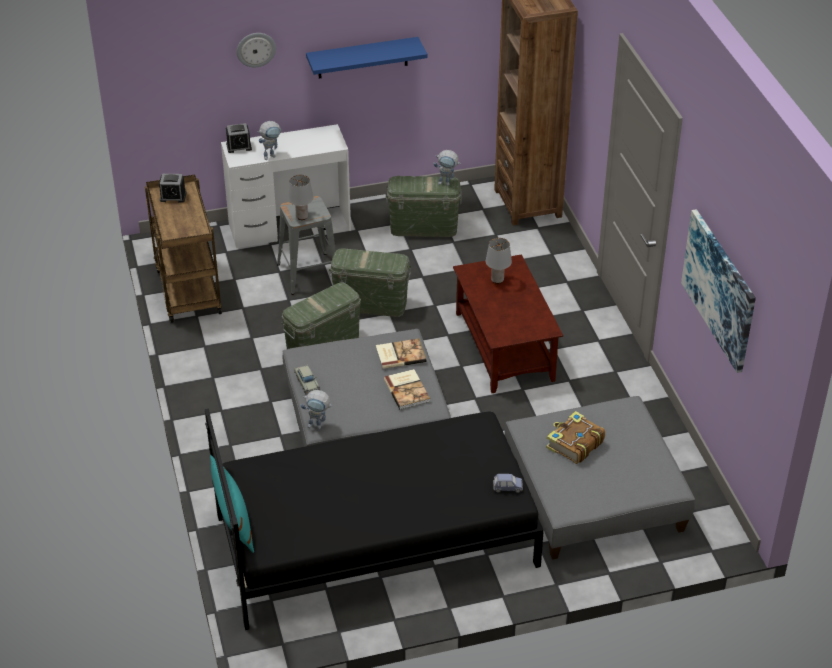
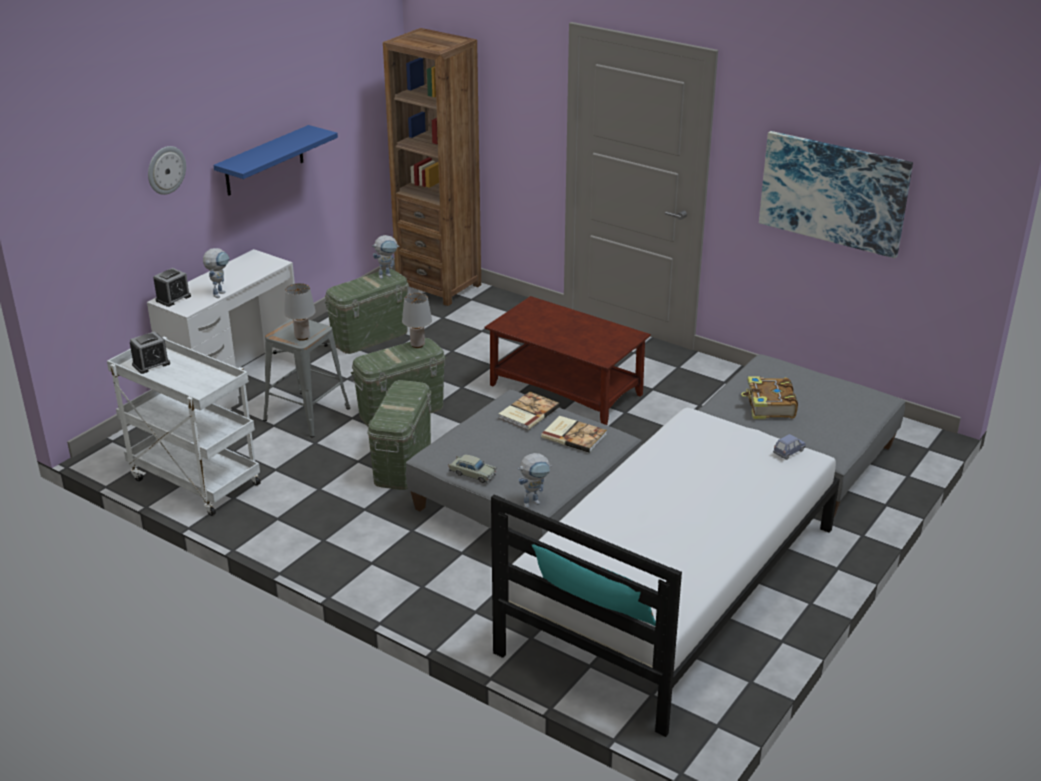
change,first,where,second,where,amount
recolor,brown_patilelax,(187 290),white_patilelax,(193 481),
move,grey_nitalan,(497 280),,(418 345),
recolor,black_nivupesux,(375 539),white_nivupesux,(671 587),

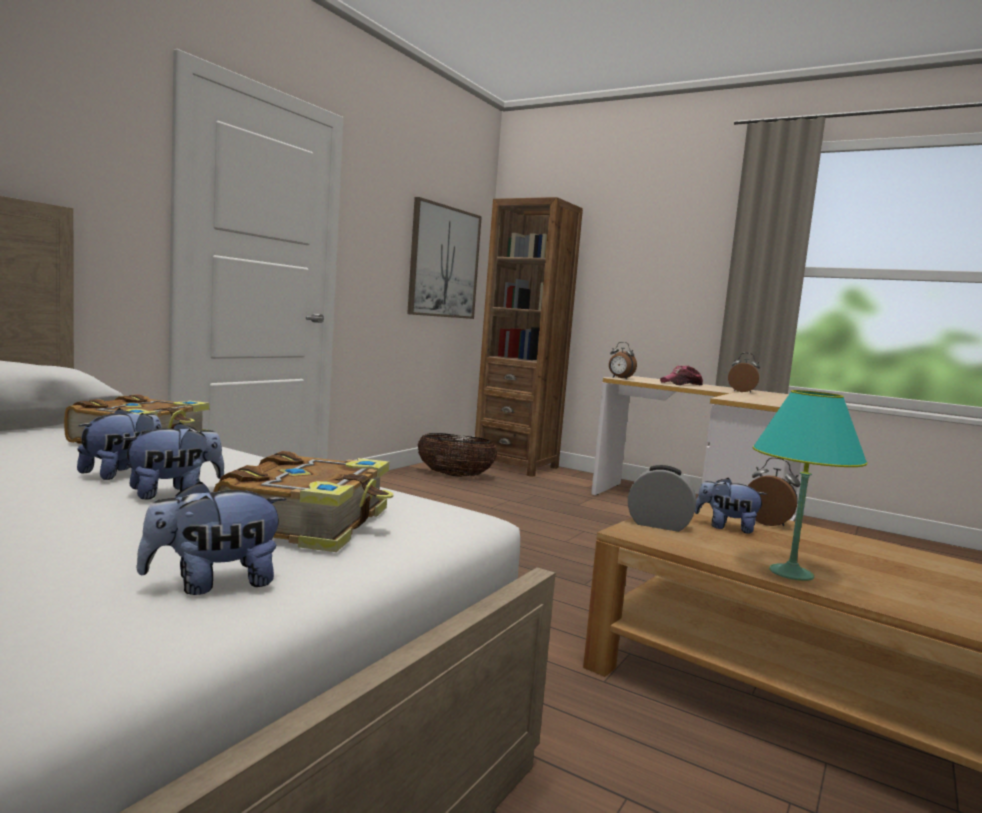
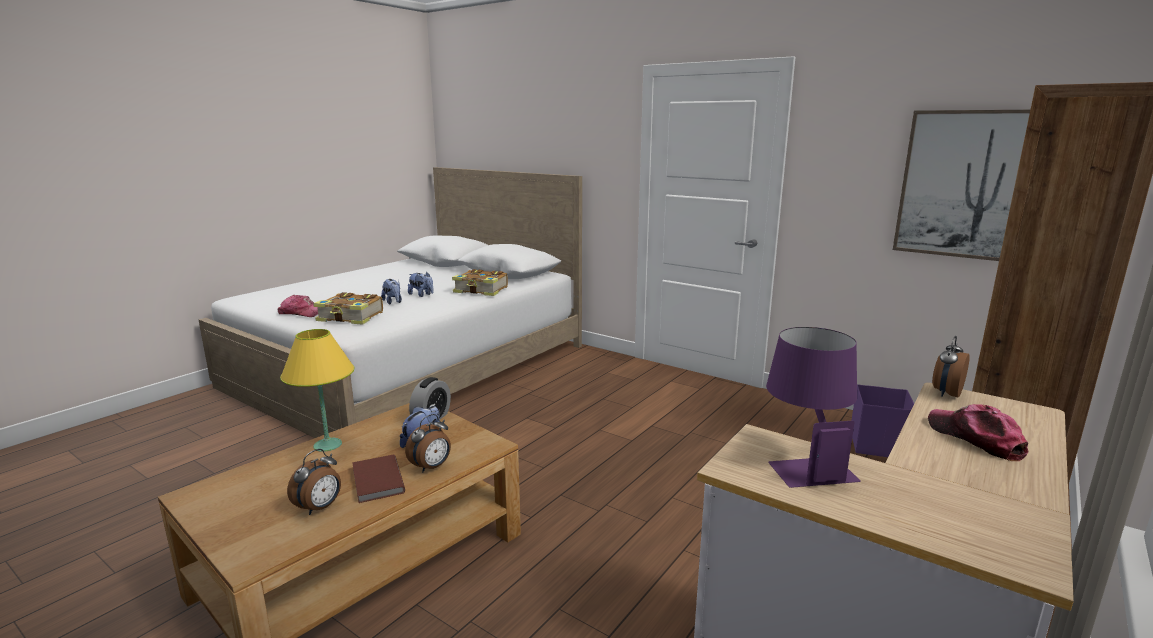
change,first,where,second,where,amount
replace,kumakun,(213 584),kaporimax,(302 313),
recolor,turquoise_nitalan,(791 573),yellow_nitalan,(328 445),
move,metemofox,(742 391),,(320 508),
insert,,,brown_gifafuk,(376 481),
insert,,,purple_nitalan,(804 463),
replace,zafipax,(454 475),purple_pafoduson,(878 444),

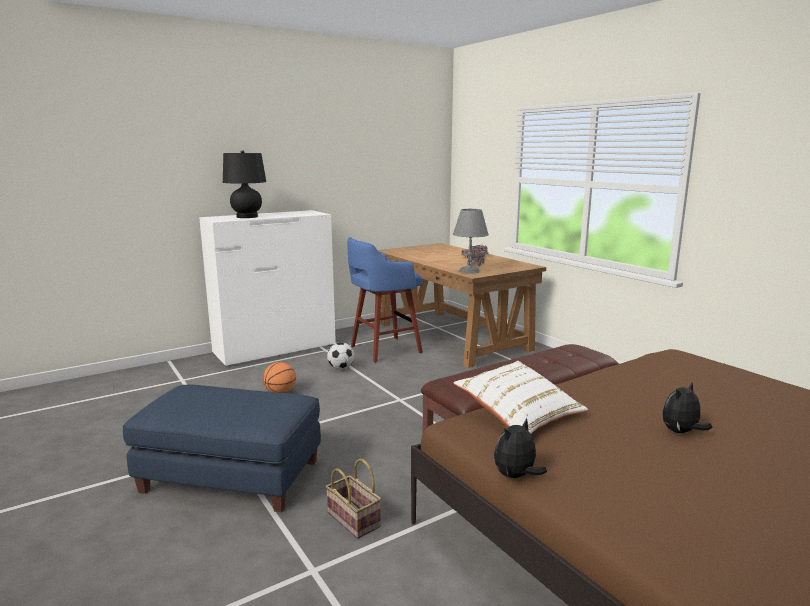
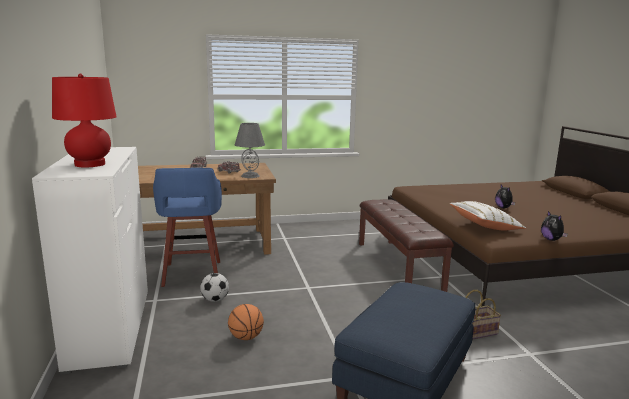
change,first,where,second,where,amount
recolor,black_nitalan,(247 217),red_nitalan,(90 164),

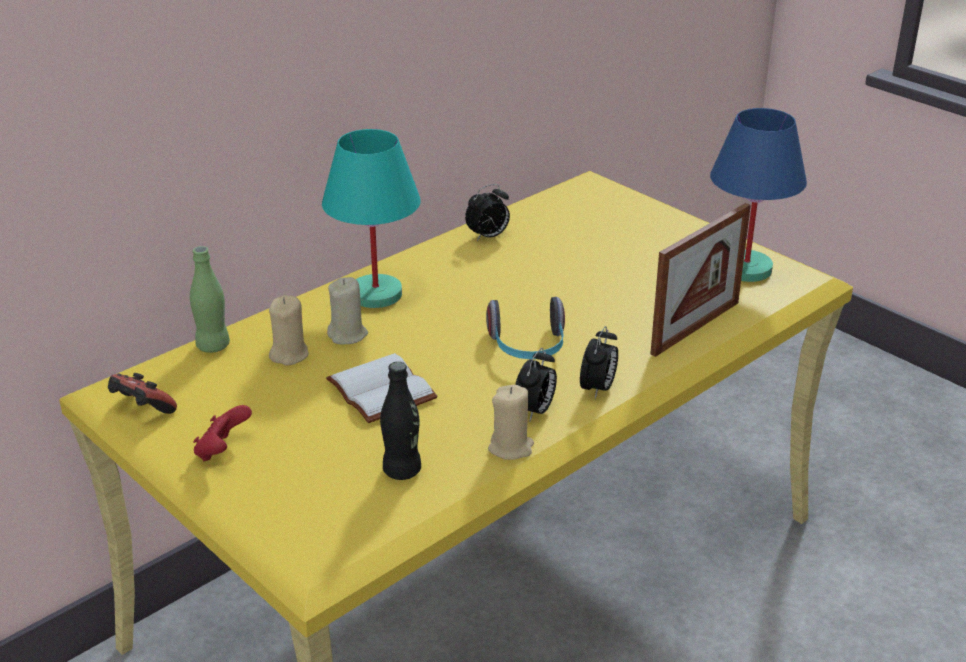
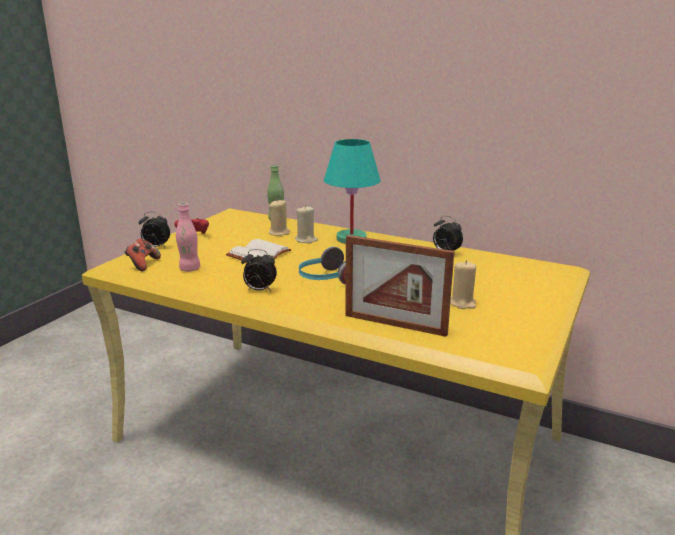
change,first,where,second,where,amount
move,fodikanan,(142 410),,(143 264),
move,metemofox,(598 389),,(156 247),
recolor,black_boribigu,(402 471),pink_boribigu,(190 269),
move,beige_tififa,(511 448),,(462 303),
delete,blue_nitalan,(747 269),,,

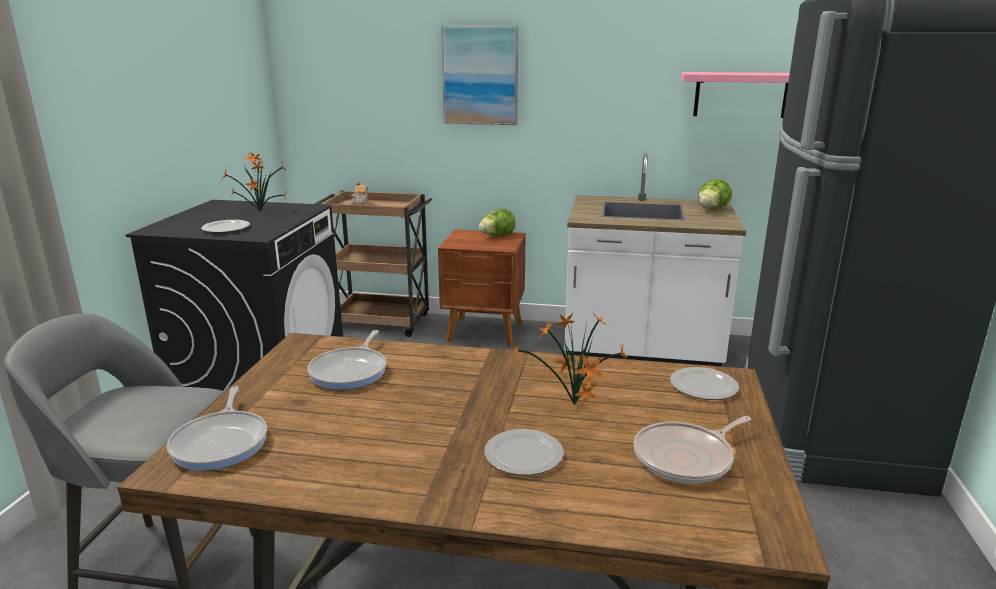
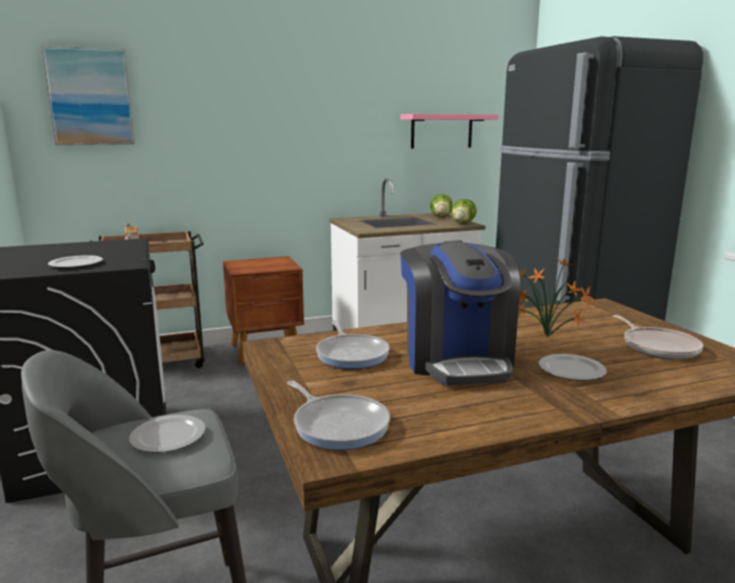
change,first,where,second,where,amount
move,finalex,(480 75),,(90 97),
move,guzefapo,(704 386),,(169 436),
insert,,,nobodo,(457 360),
move,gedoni,(497 236),,(462 224),
rotate,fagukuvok,(687 458),,(658 347),45 degrees counterclockwise
delete,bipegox,(258 211),,,

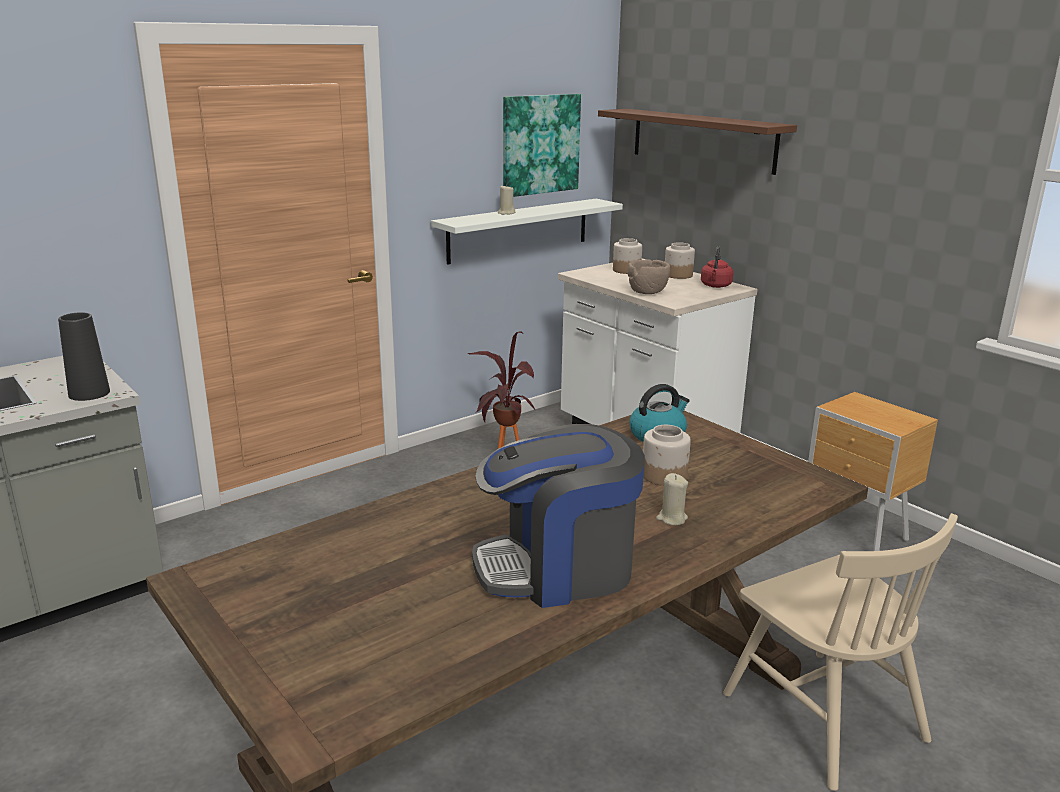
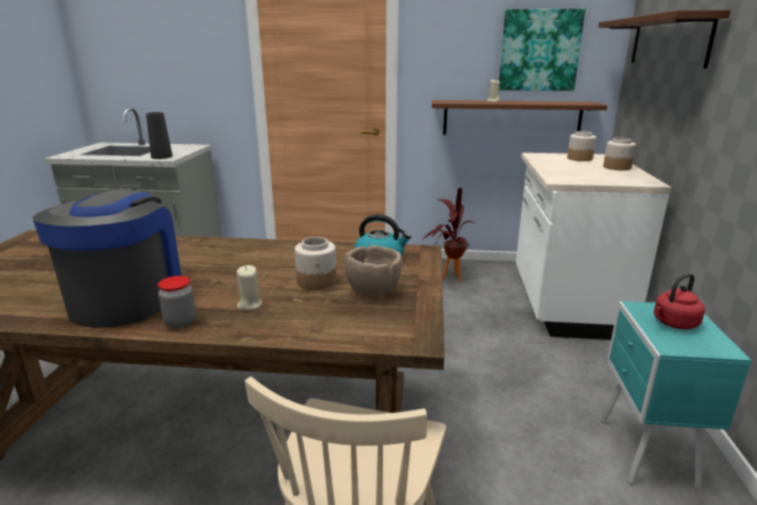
change,first,where,second,where,amount
rotate,nobodo,(558 568),,(127 298),60 degrees clockwise
insert,,,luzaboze,(180 322),
move,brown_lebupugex,(647 291),,(374 290),
recolor,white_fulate,(519 230),brown_fulate,(511 118),
recolor,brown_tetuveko,(856 535),turquoise_tetuveko,(645 454),
move,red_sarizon,(715 286),,(673 323),

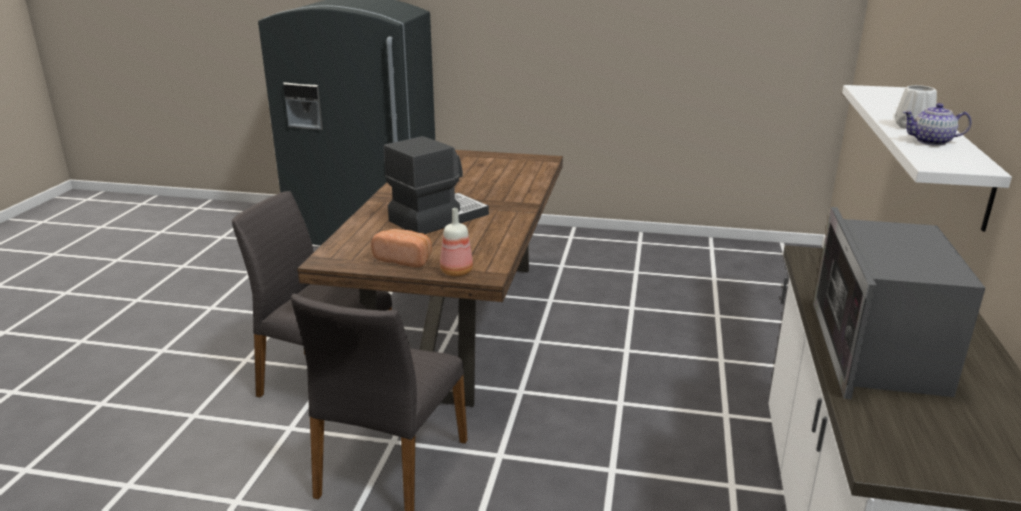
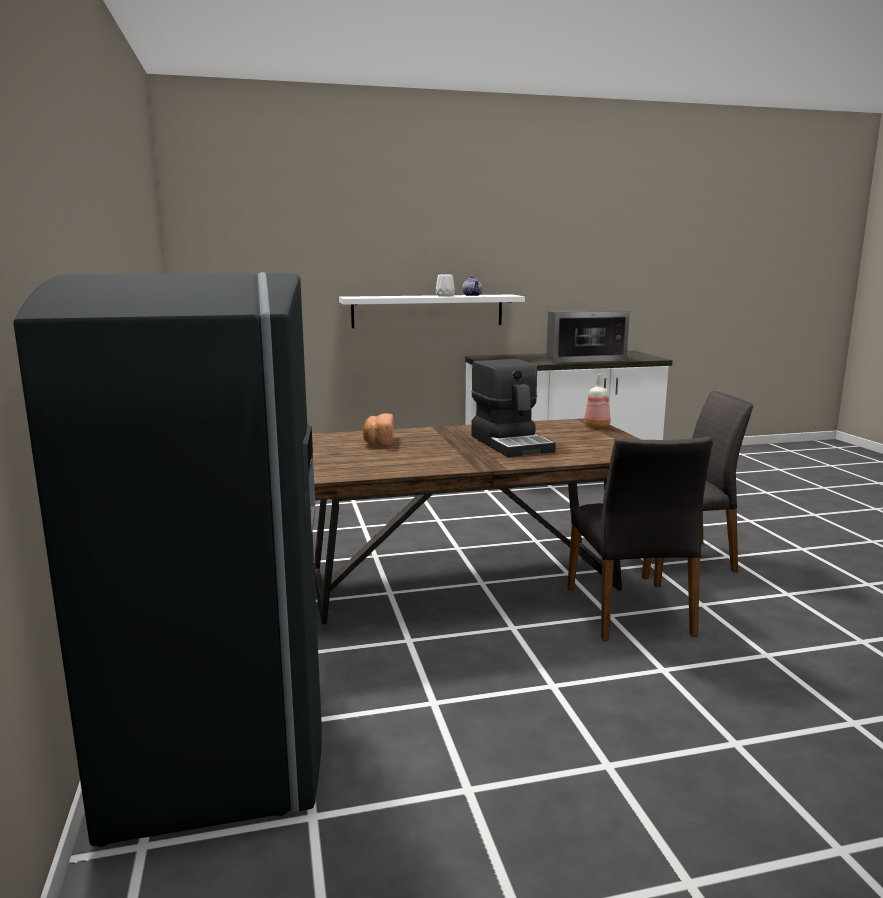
change,first,where,second,where,amount
move,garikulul,(405 259),,(378 442),
rotate,nobodo,(437 218),,(512 443),135 degrees counterclockwise

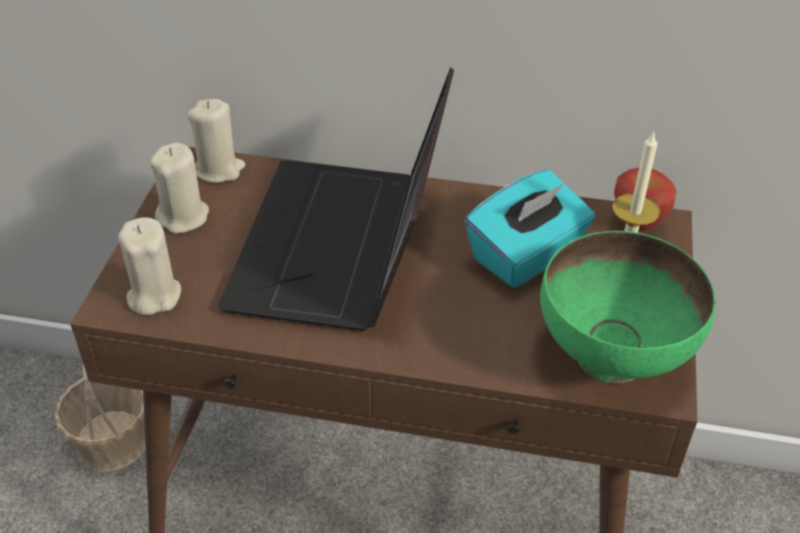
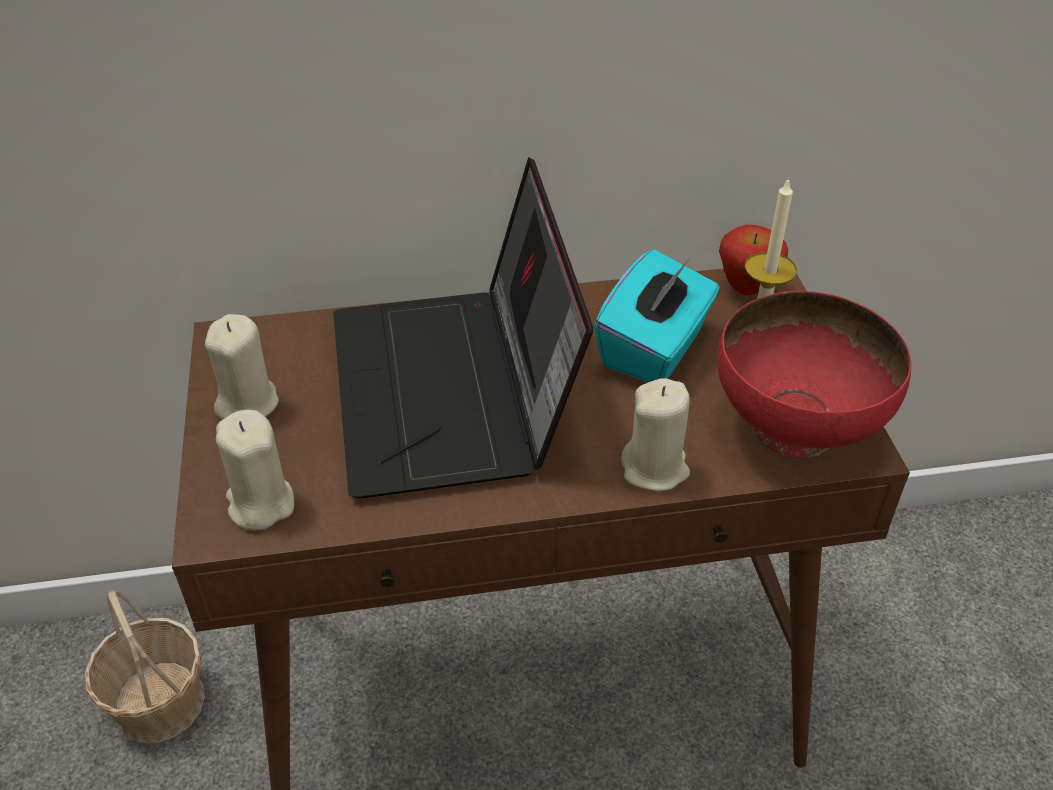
change,first,where,second,where,amount
move,beige_tififa,(219 169),,(655 468),
recolor,green_lebupugex,(613 357),red_lebupugex,(796 430),

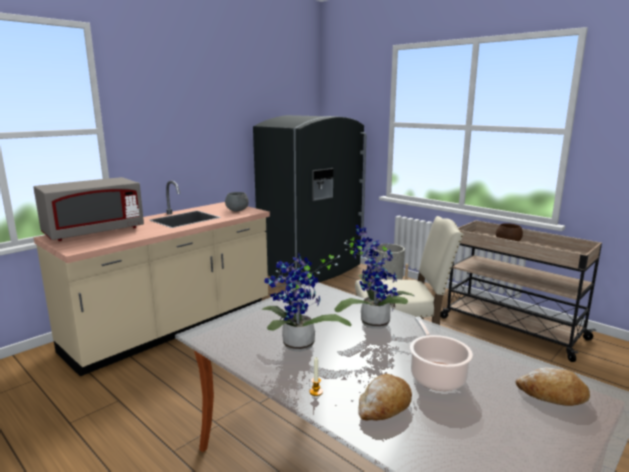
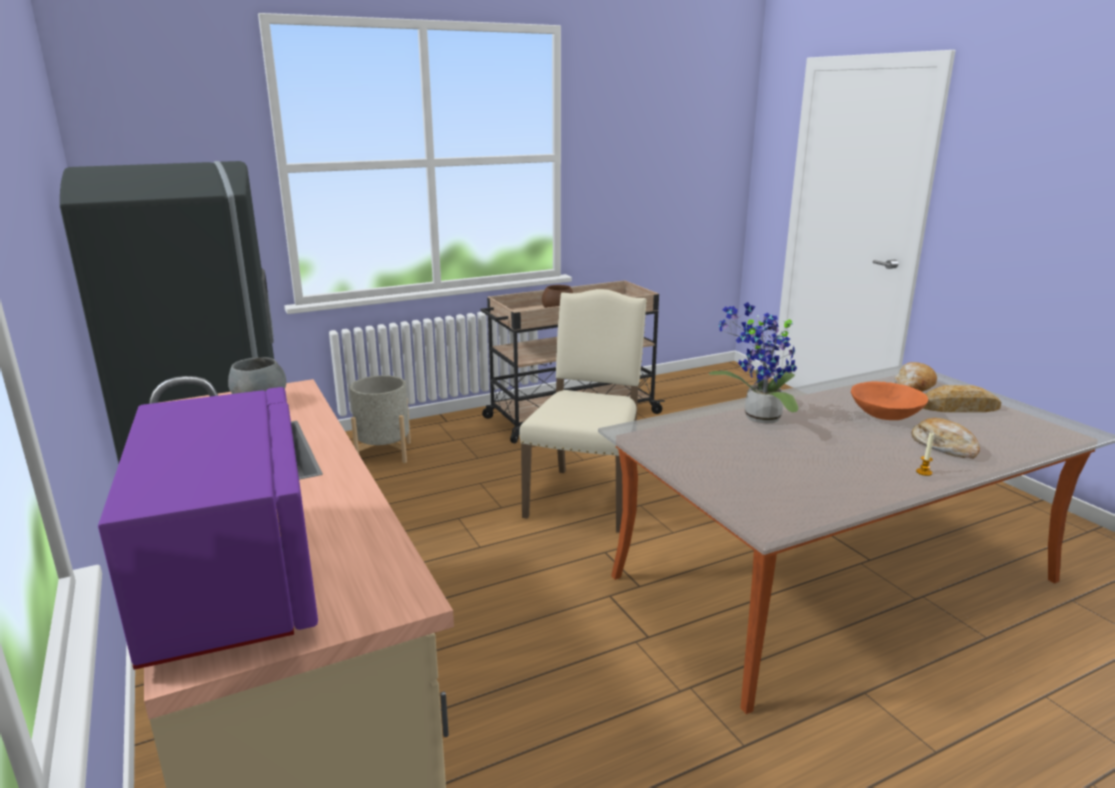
change,first,where,second,where,amount
recolor,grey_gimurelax,(94 232),purple_gimurelax,(233 578),
replace,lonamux,(436 376),orange_lebupugex,(885 416),
insert,,,garikulul,(960 407),
delete,bipegox,(298 347),,,

